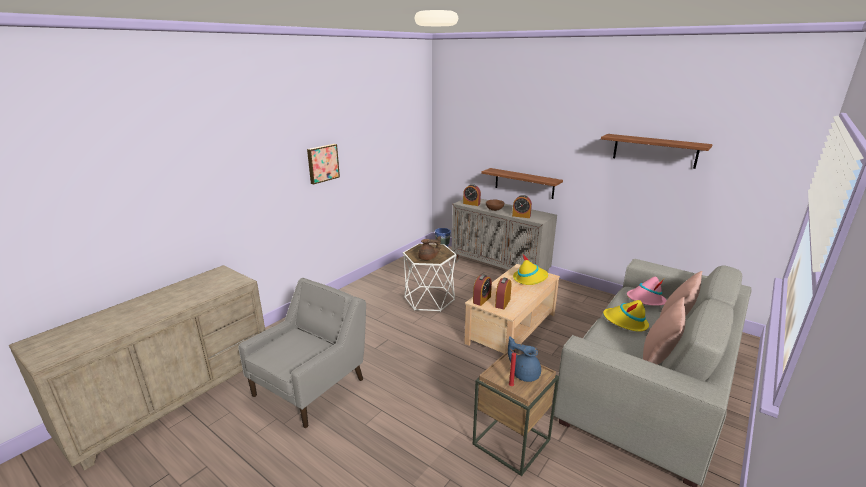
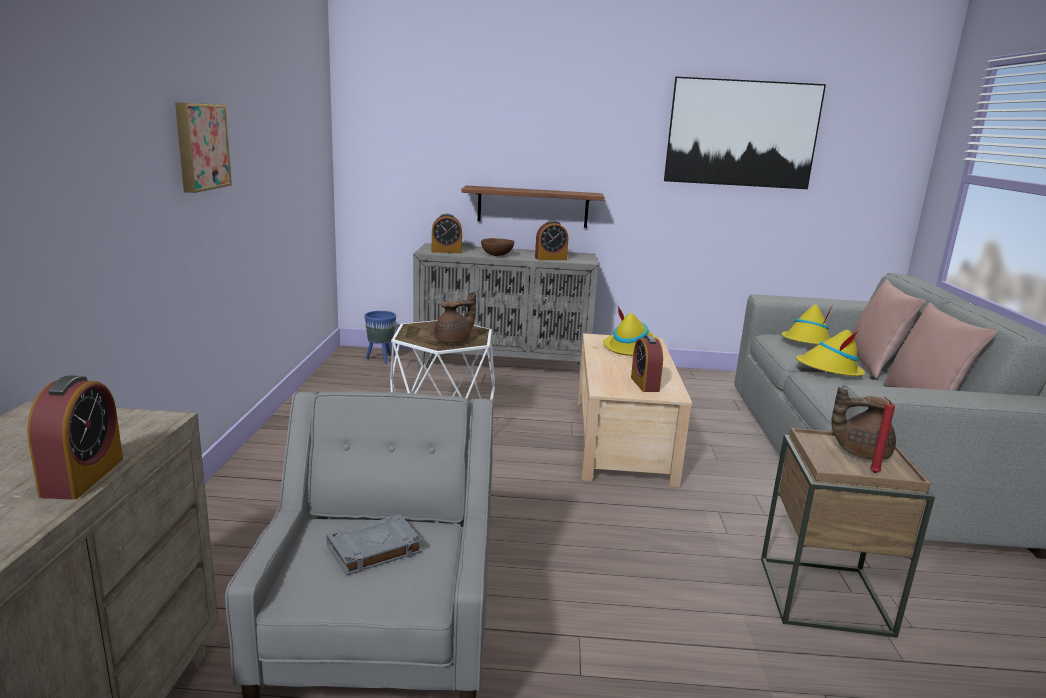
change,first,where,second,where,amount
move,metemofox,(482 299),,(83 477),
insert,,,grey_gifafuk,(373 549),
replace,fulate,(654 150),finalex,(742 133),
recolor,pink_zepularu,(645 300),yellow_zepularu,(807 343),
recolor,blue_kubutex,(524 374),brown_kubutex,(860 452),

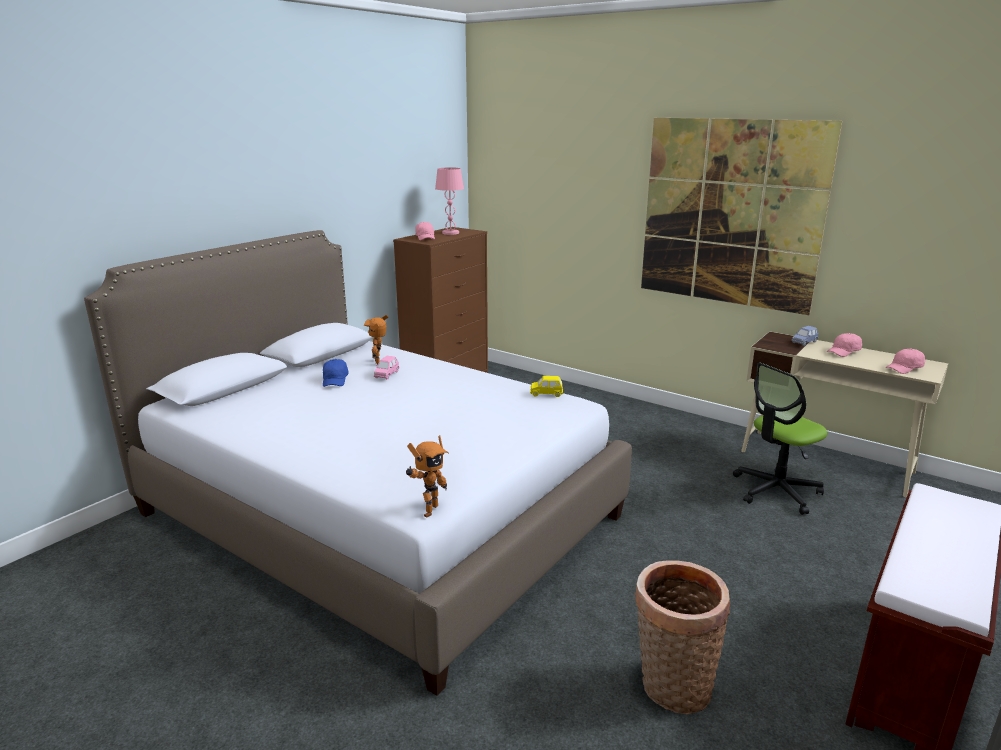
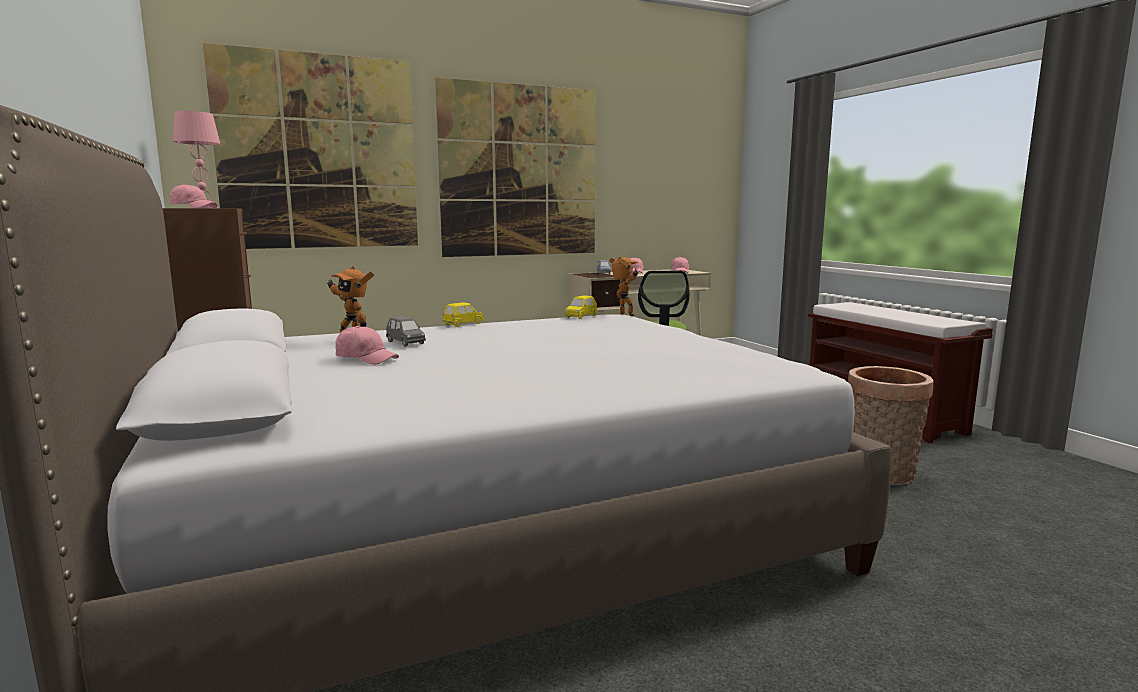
change,first,where,second,where,amount
insert,,,finalex,(319 152),
recolor,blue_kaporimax,(335 380),pink_kaporimax,(366 359),
recolor,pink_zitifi,(387 375),grey_zitifi,(405 343),
insert,,,yellow_zitifi,(463 324),
move,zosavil,(428 510),,(624 315),

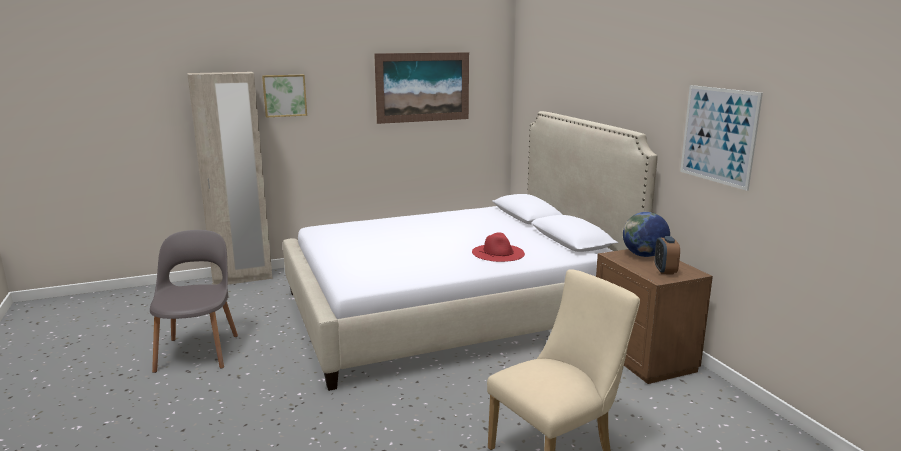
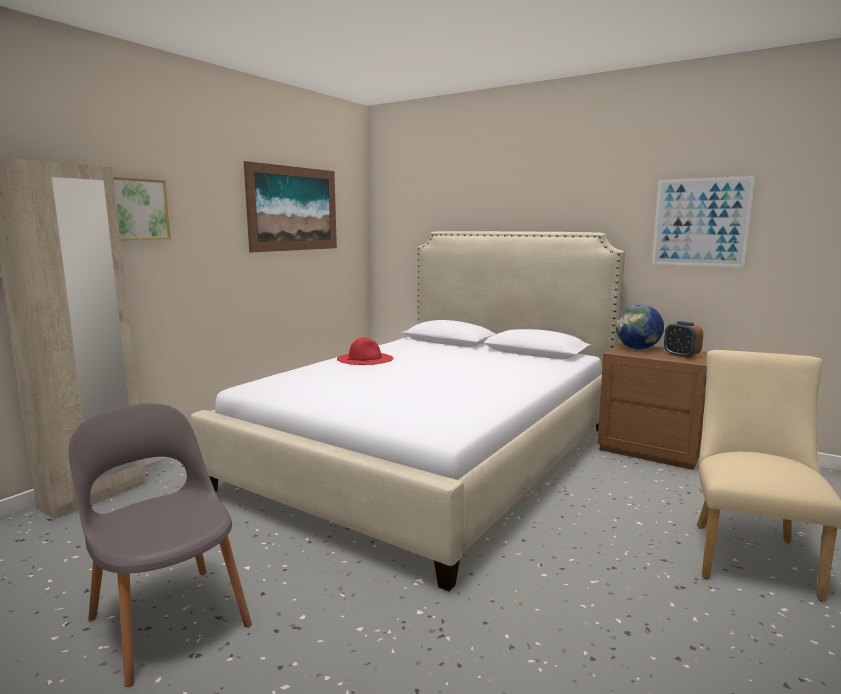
change,first,where,second,where,amount
move,red_zepularu,(498 252),,(365 358),

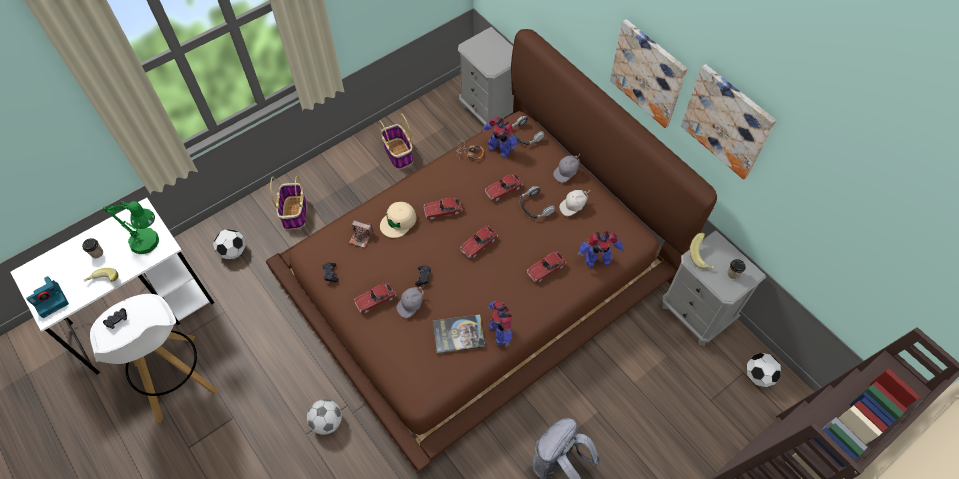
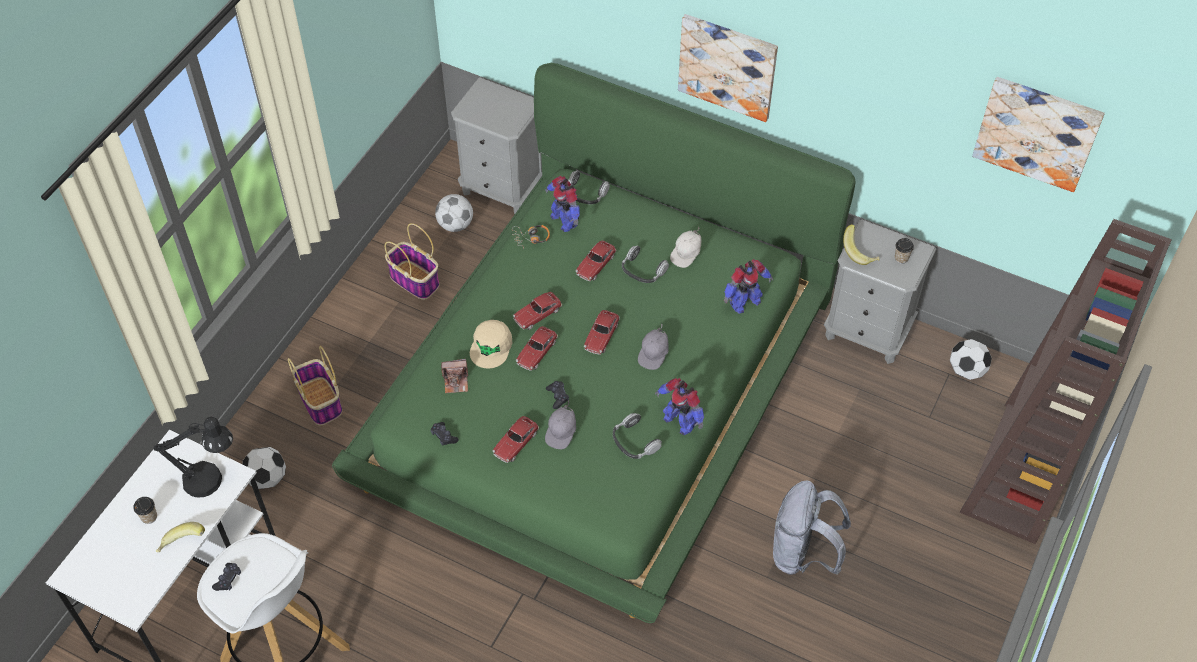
change,first,where,second,where,amount
recolor,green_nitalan,(150 243),black_nitalan,(211 480),
recolor,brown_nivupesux,(479 275),green_nivupesux,(598 386),
move,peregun,(327 422),,(455 225),
move,zitifi,(546 269),,(537 352),
rotate,zosavil,(500 149),,(564 220),45 degrees clockwise
replace,gifafuk,(458 334),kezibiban,(634 441),
move,grey_kaporimax,(566 173),,(654 354),
move,finalex,(727 121),,(1037 132),
delete,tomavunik,(51 300),,,

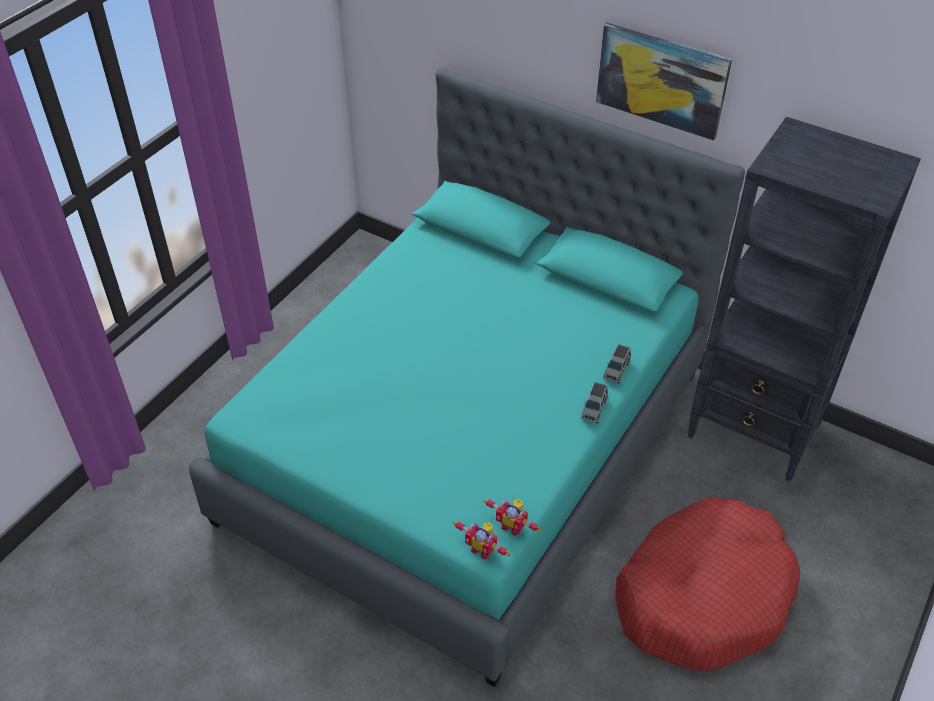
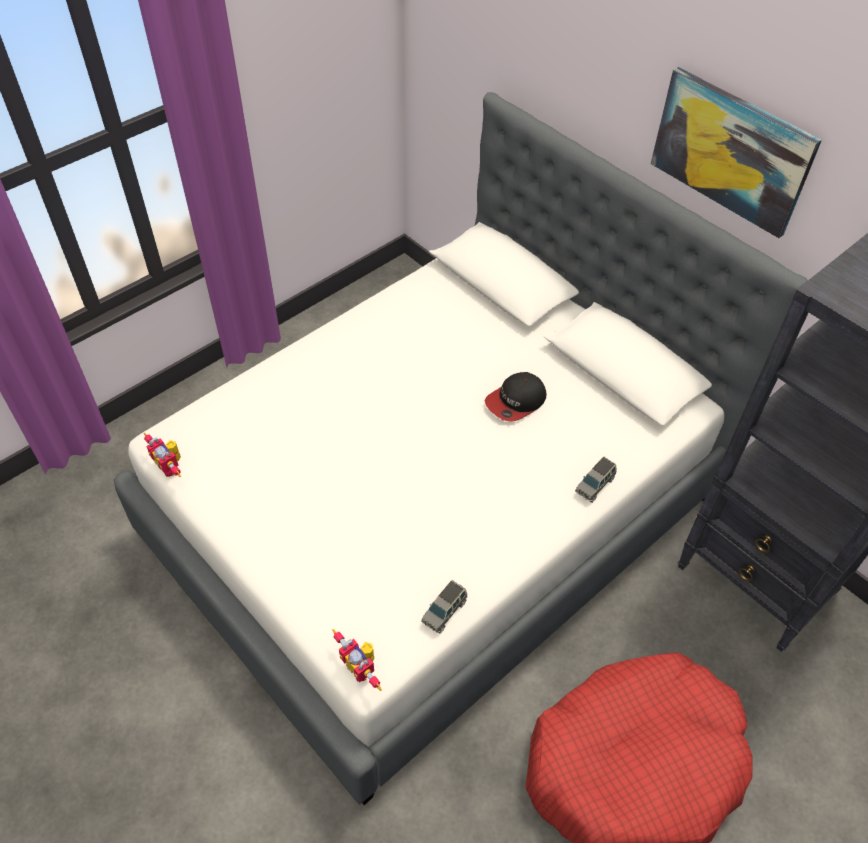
change,first,where,second,where,amount
recolor,turquoise_nivupesux,(468 444),white_nivupesux,(433 515),
move,zosavil,(513 525),,(170 467),
move,grey_zitifi,(594 409),,(444 611),
insert,,,kaporimax,(516 401),

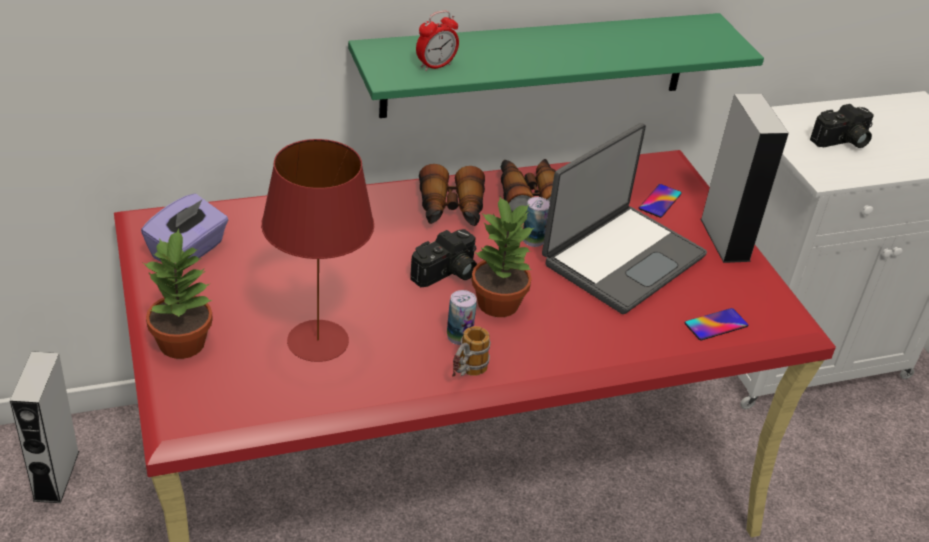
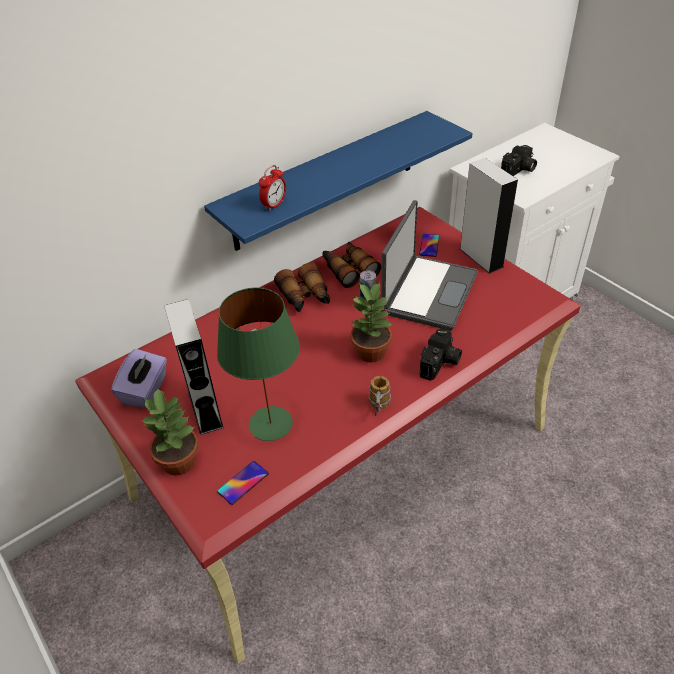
change,first,where,second,where,amount
move,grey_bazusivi,(56 475),,(205 409),
recolor,green_fulate,(537 64),blue_fulate,(326 181),
recolor,red_nitalan,(319 341),green_nitalan,(271 423),
move,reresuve,(716 325),,(243 482),
move,tomavunik,(447 274),,(440 364),
delete,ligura,(459 336),,,

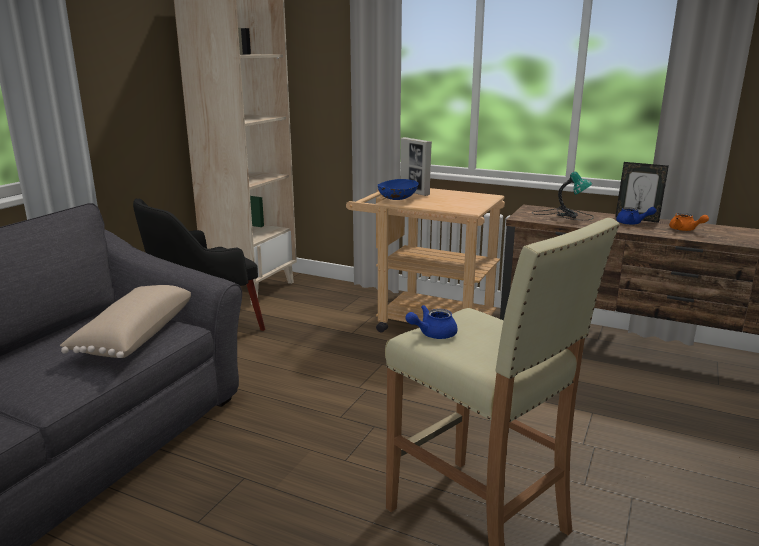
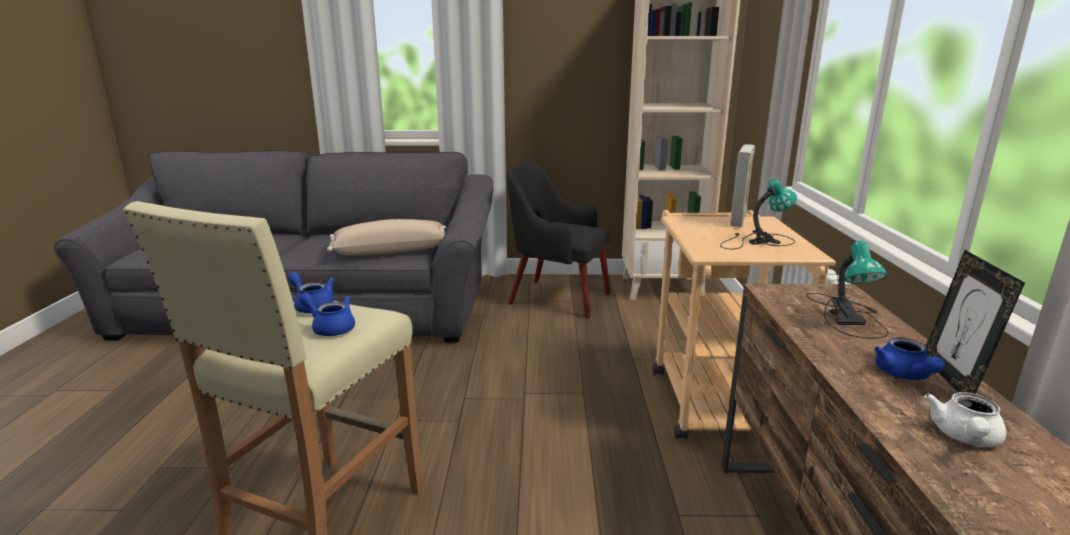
change,first,where,second,where,amount
insert,,,blue_kubutex,(330 327),
insert,,,nitalan,(757 241),
recolor,orange_kubutex,(685 230),white_kubutex,(964 438),
delete,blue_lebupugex,(397 199),,,

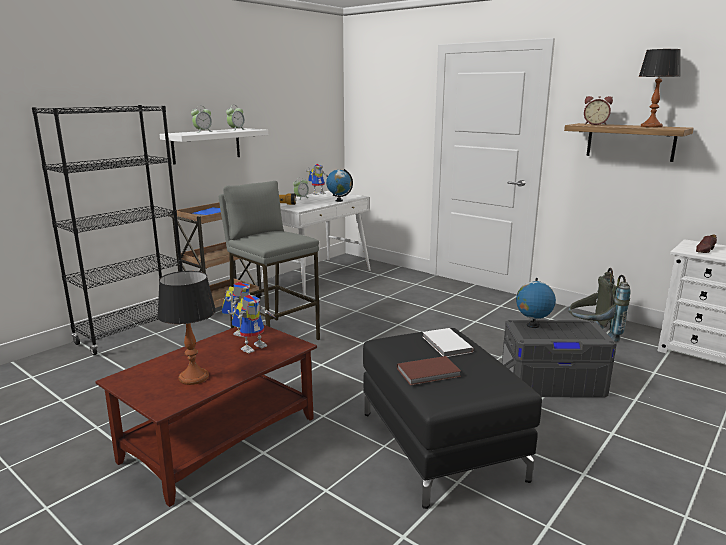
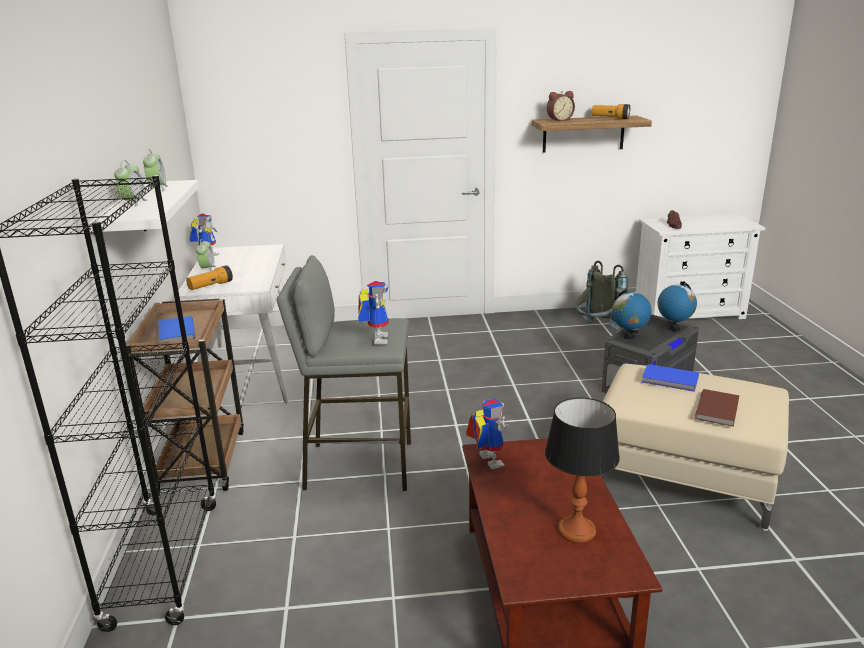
change,first,where,second,where,amount
move,zosavil,(253 346),,(376 338),
replace,nitalan,(651 126),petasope,(610 118),
recolor,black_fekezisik,(441 444),beige_fekezisik,(685 477),
recolor,white_gifafuk,(446 345),blue_gifafuk,(670 380),
move,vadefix,(339 200),,(673 328),

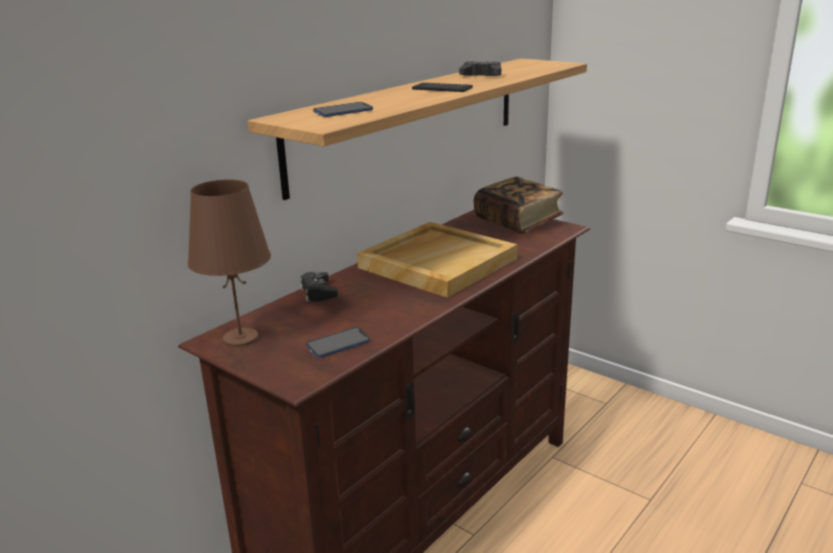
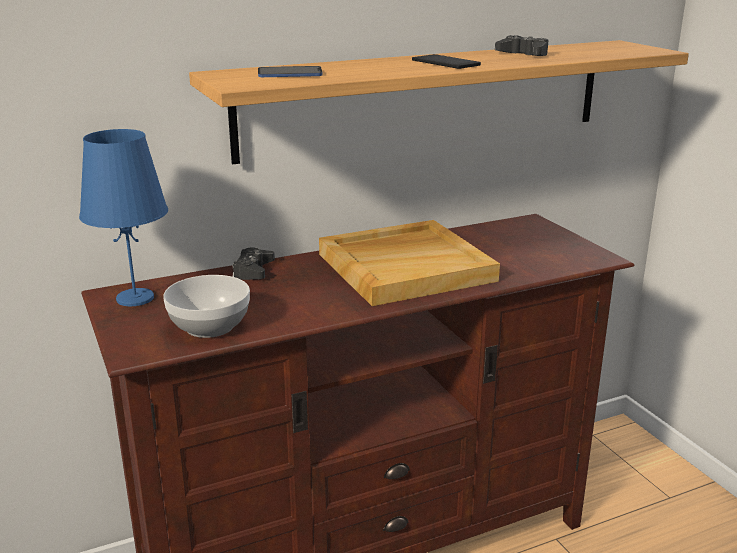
change,first,where,second,where,amount
recolor,brown_nitalan,(241 338),blue_nitalan,(135 298),
replace,reresuve,(338 344),lebupugex,(210 327),
delete,gifafuk,(517 222),,,

